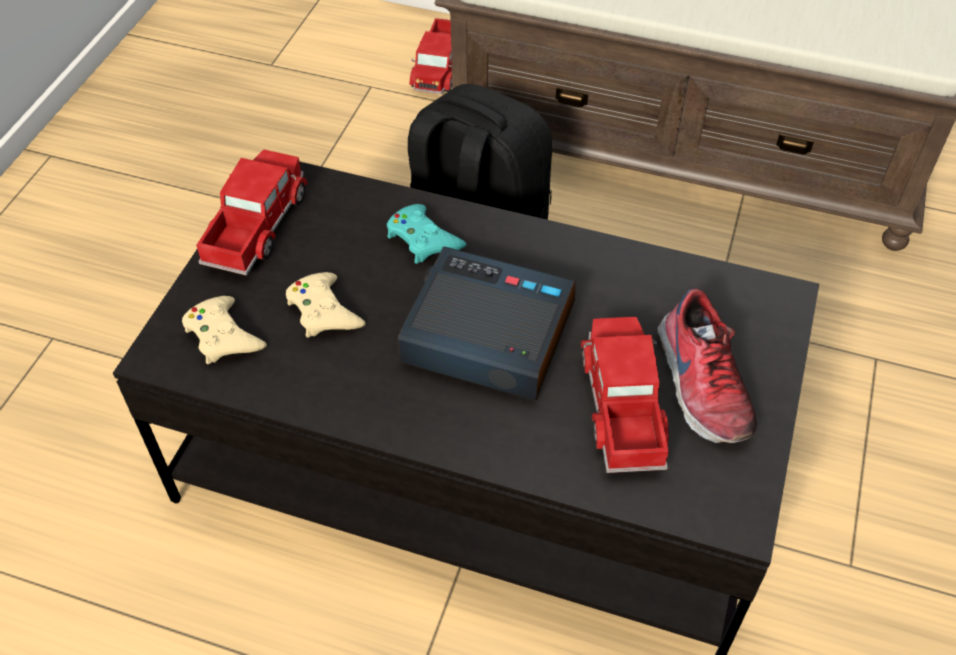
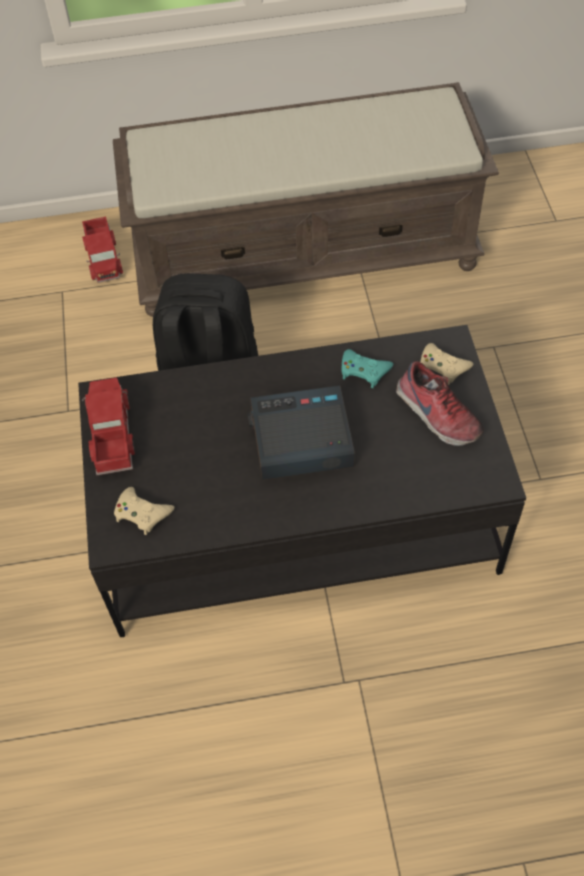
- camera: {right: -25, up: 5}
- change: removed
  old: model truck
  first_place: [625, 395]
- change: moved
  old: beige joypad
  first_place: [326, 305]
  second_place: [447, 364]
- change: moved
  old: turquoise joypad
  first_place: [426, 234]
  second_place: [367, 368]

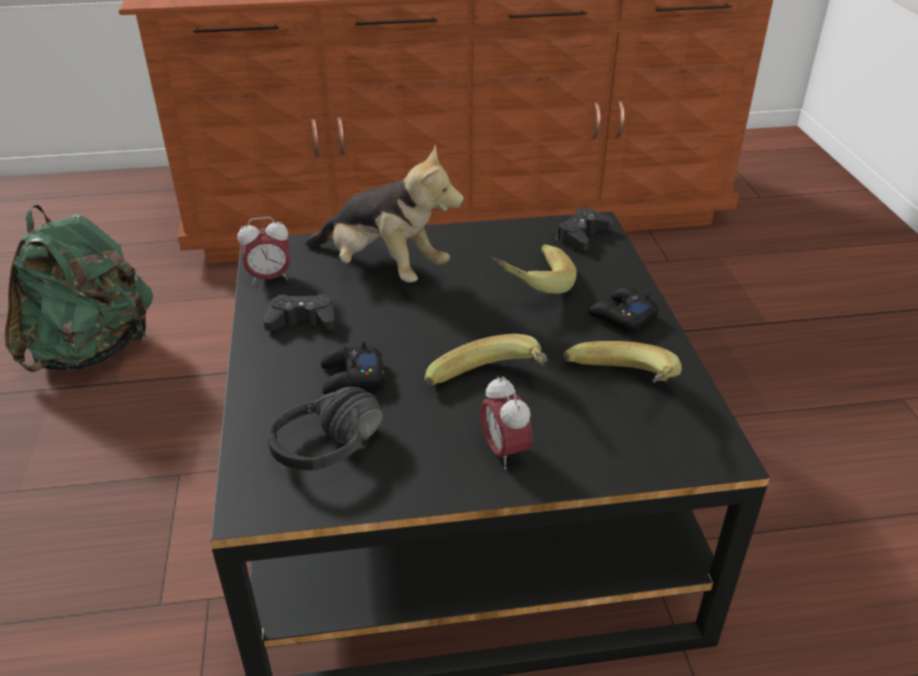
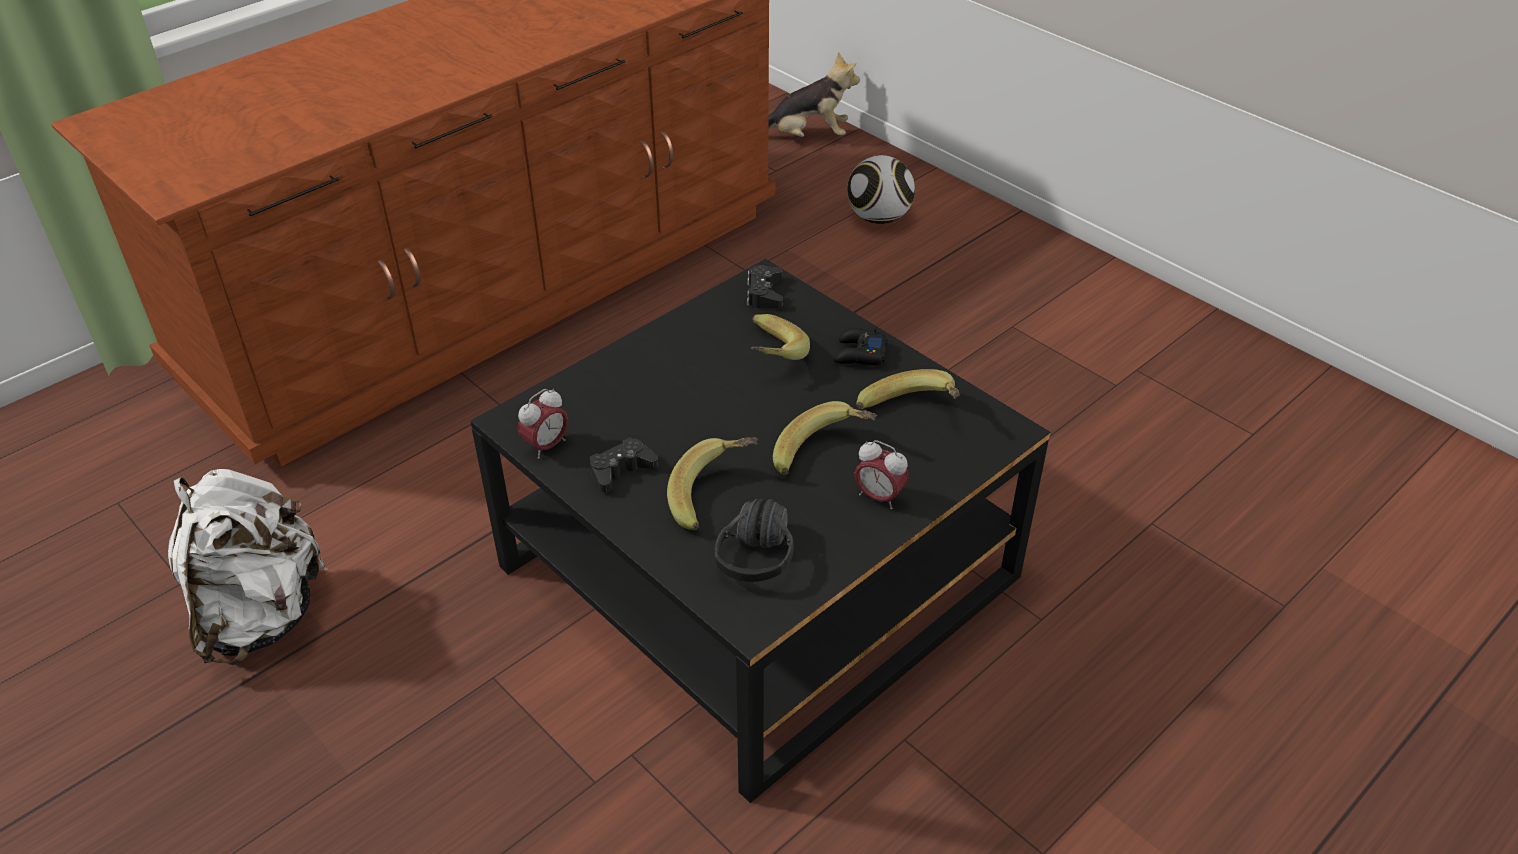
- camera: {right: -35, up: 5}
- change: added
  new: football
  second_place: [881, 189]
- change: moved
  old: soft toy
  first_place: [384, 213]
  second_place: [814, 94]
- change: replaced
  old: black joypad
  new: whole banana
  first_place: [353, 368]
  second_place: [712, 483]
- change: recoloured
  old: green-coloured knapsack
  new: white-coloured knapsack
  first_place: [79, 288]
  second_place: [248, 567]

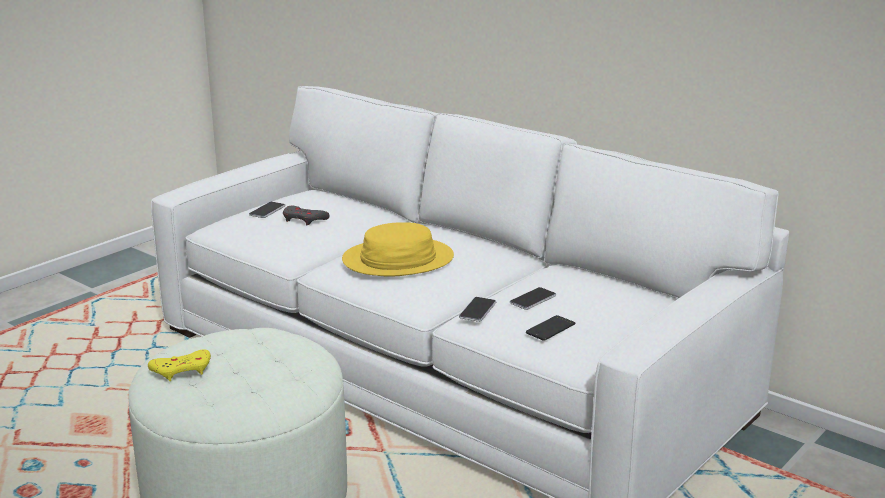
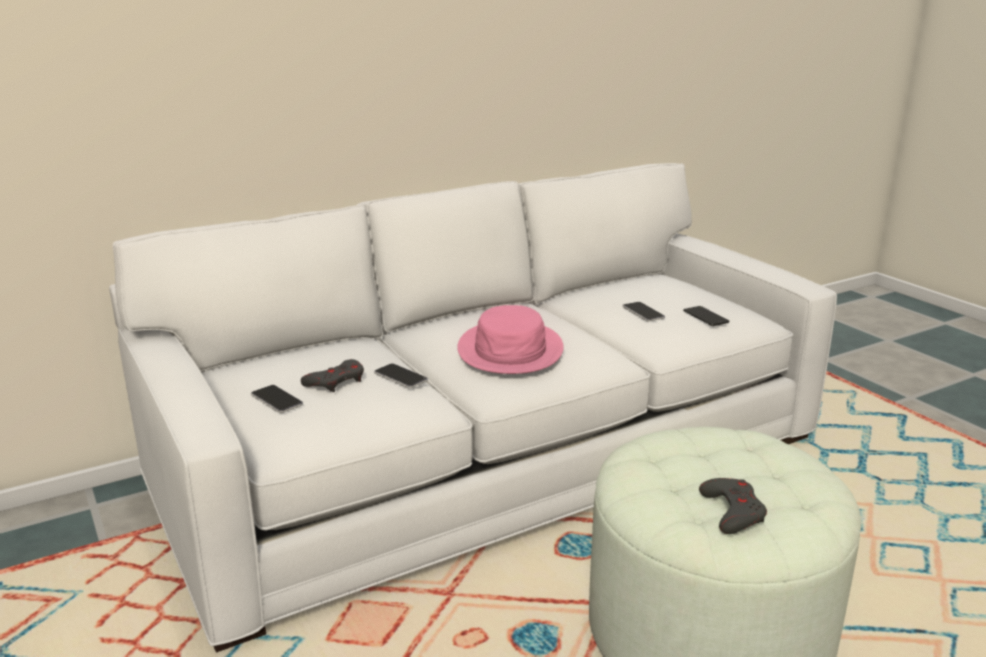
- camera: {right: -70, up: 0}
- change: moved
  old: telephone
  first_place: [477, 309]
  second_place: [401, 375]
- change: recoloured
  old: yellow-coloured joypad
  new: gray joypad
  first_place: [179, 365]
  second_place: [733, 506]
- change: recoloured
  old: yellow-coloured clothing hat
  new: pinkish clothing hat
  first_place: [398, 249]
  second_place: [510, 339]

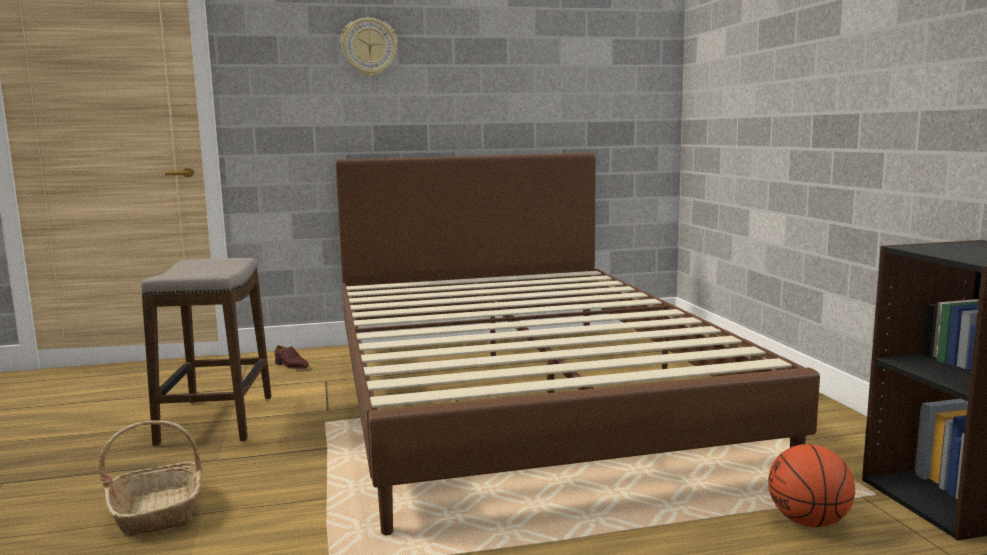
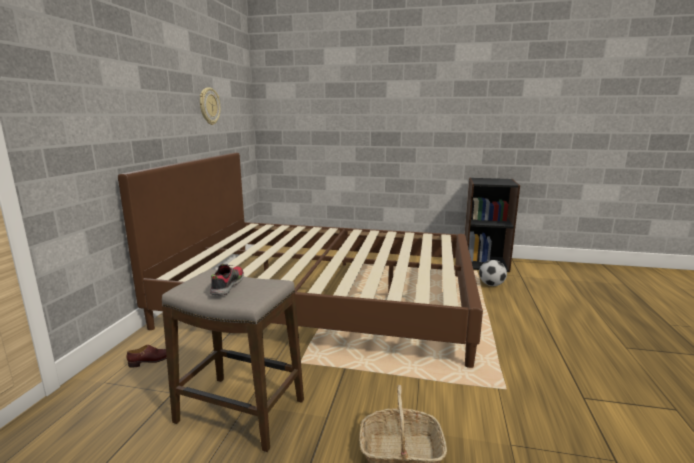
- camera: {right: -65, up: 5}
- change: added
  new: shoe
  second_place: [227, 279]
- change: moved
  old: wall clock
  first_place: [369, 47]
  second_place: [210, 106]
- change: replaced
  old: basketball
  new: football
  first_place: [811, 485]
  second_place: [493, 273]

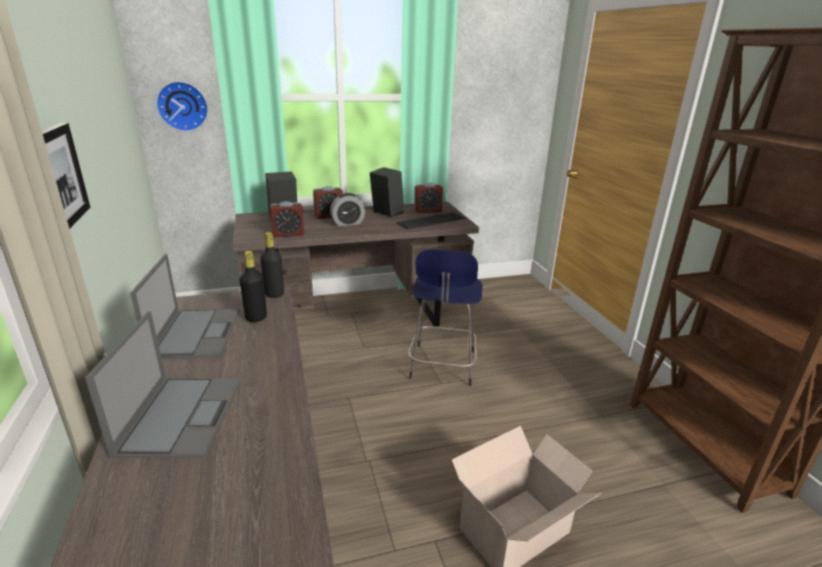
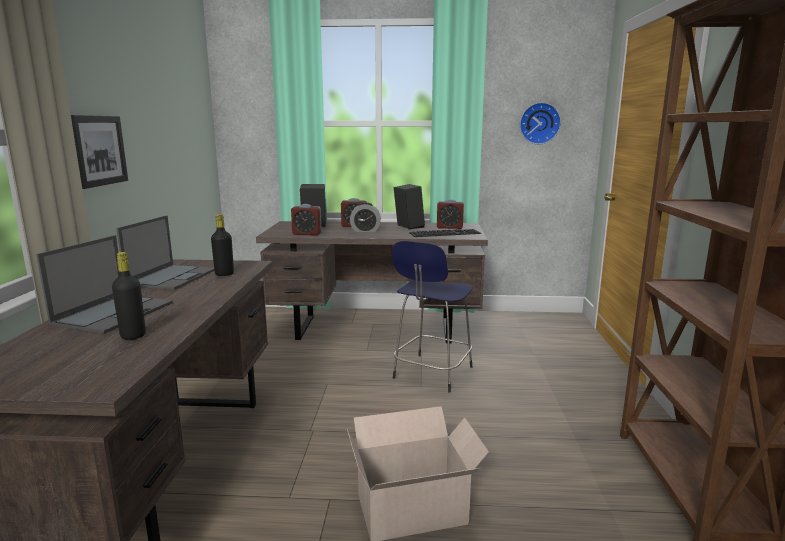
- camera: {right: 20, up: -10}
- change: moved
  old: wall clock
  first_place: [182, 106]
  second_place: [540, 123]
- change: moved
  old: black bottle
  first_place: [272, 265]
  second_place: [129, 296]

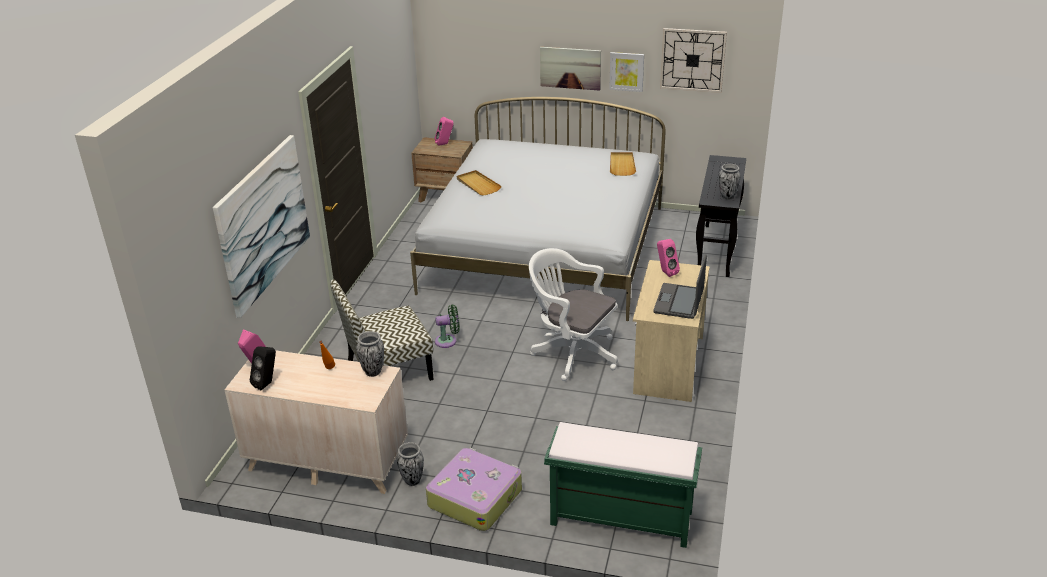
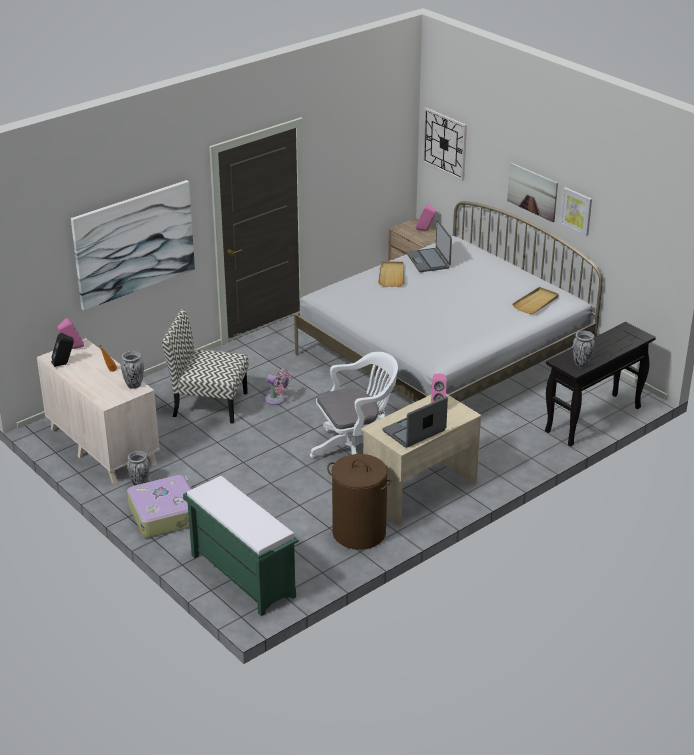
- camera: {right: 35, up: 0}
- change: added
  new: brownish washing basket
  second_place: [359, 502]
- change: added
  new: laptop
  second_place: [429, 246]
- change: moved
  old: wall clock
  first_place: [693, 60]
  second_place: [444, 144]
- change: recoloured
  old: green-coloured fan
  new: pinkish fan
  first_place: [447, 326]
  second_place: [278, 387]
- change: turned
  old: white-coloured computer chair
  first_place: [573, 314]
  second_place: [354, 405]
  degrees: 90

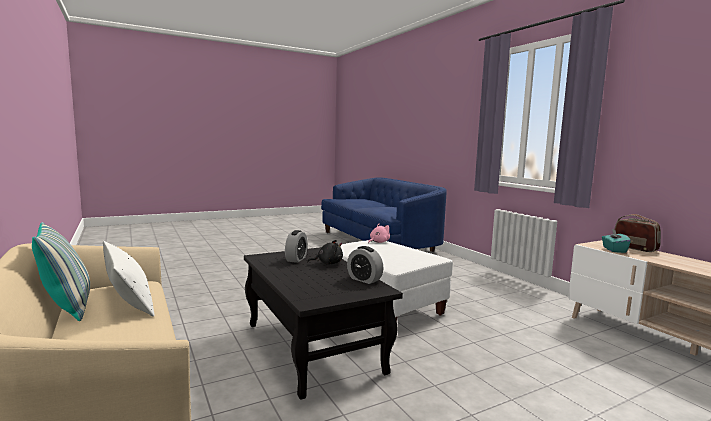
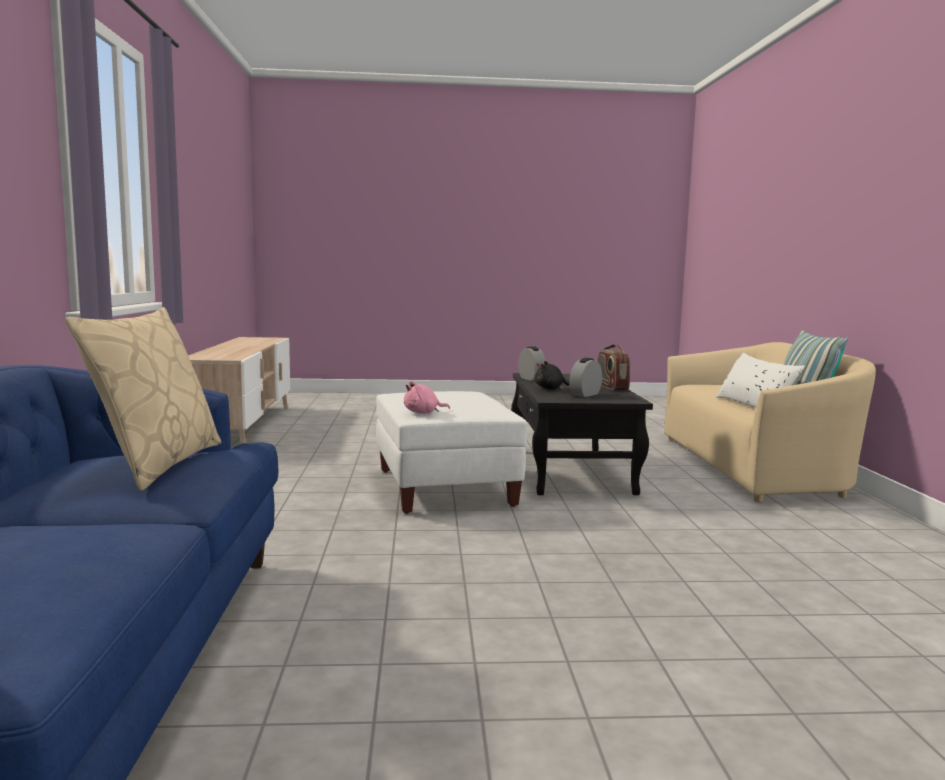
- camera: {right: -155, up: 0}
- change: removed
  old: turquoise tissue holder
  first_place: [616, 241]
- change: added
  new: beige cushion
  second_place: [143, 399]
- change: moved
  old: radio
  first_place: [637, 233]
  second_place: [614, 367]

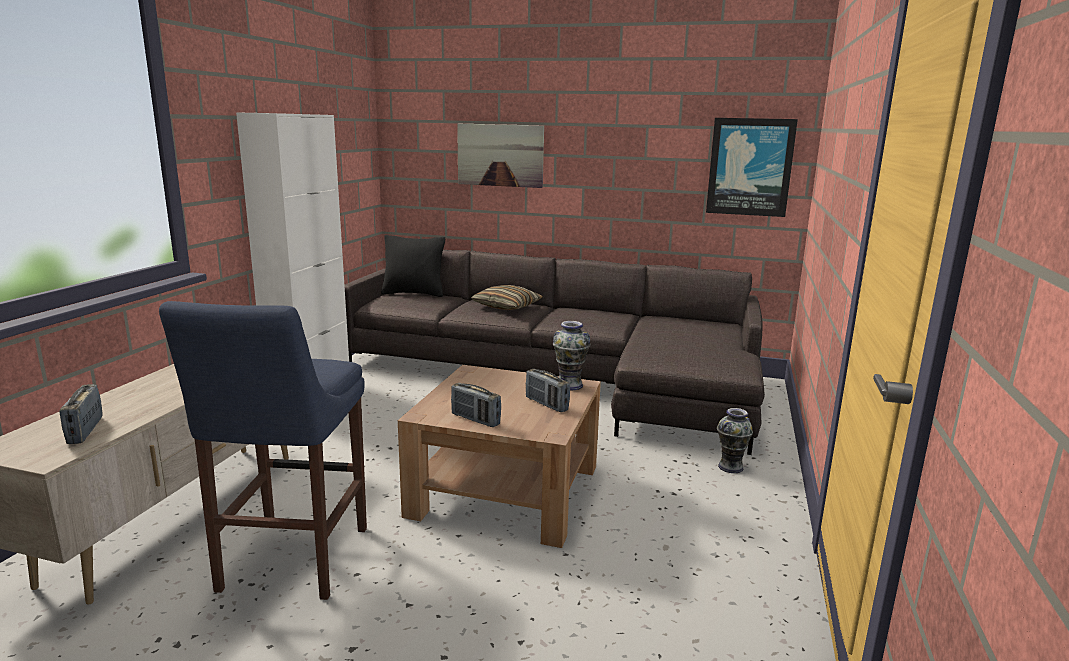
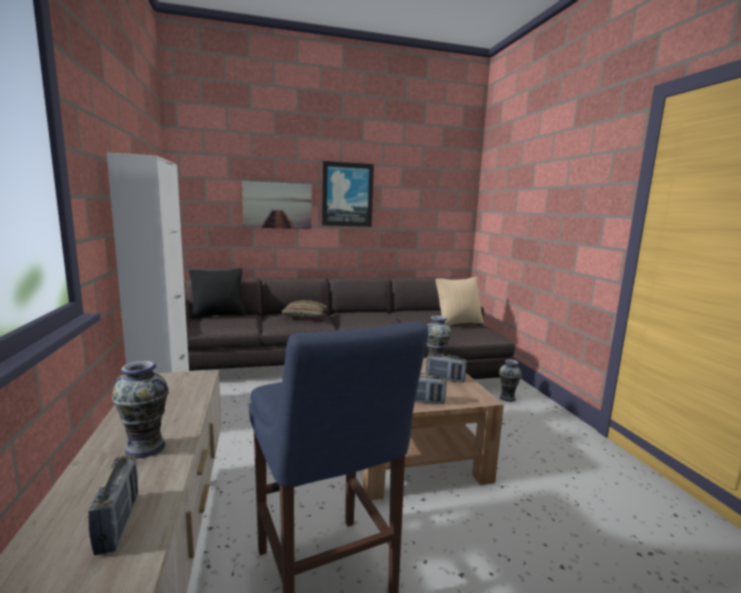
- camera: {right: -30, up: -5}
- change: added
  new: vase
  second_place: [140, 409]
- change: added
  new: beige cushion
  second_place: [460, 301]
- change: moved
  old: wall art
  first_place: [752, 167]
  second_place: [348, 194]
- change: turned
  old: radio
  first_place: [81, 414]
  second_place: [113, 505]
  degrees: -150

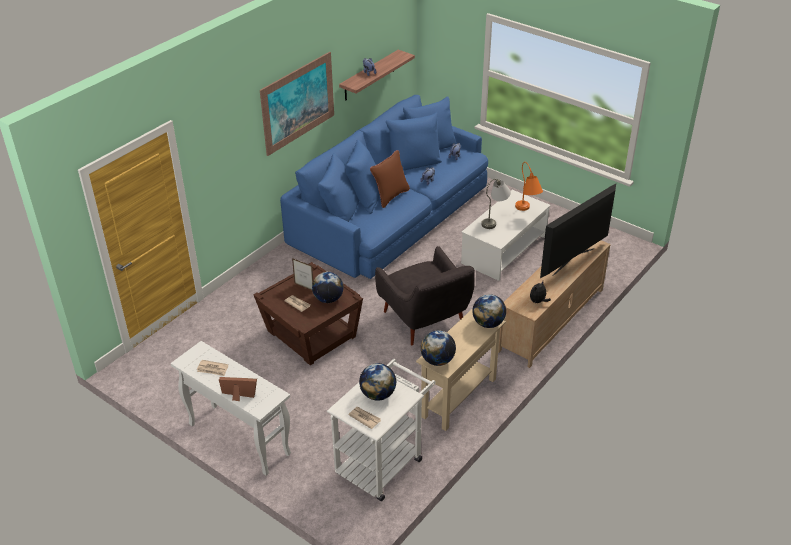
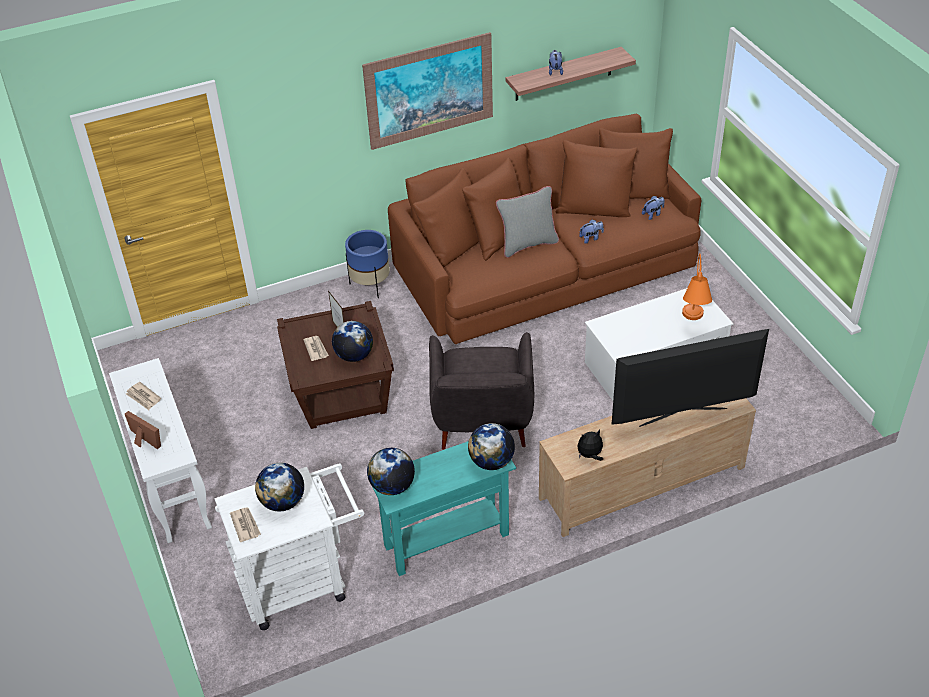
- camera: {right: 30, up: 5}
- change: removed
  old: gray table lamp
  first_place: [496, 204]
- change: added
  new: blue flower pot
  second_place: [367, 264]
- change: recoloured
  old: blue settee
  new: brownish settee
  first_place: [384, 187]
  second_place: [544, 229]
- change: recoloured
  old: brownish cushion
  new: gray cushion
  first_place: [390, 179]
  second_place: [527, 222]
- change: recoloured
  old: beige hall table
  new: turquoise hall table
  first_place: [461, 369]
  second_place: [444, 508]

